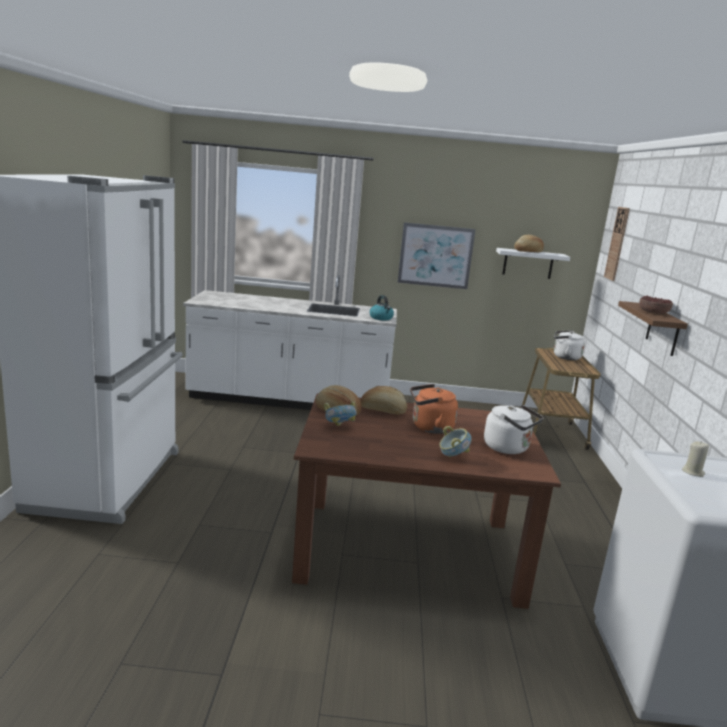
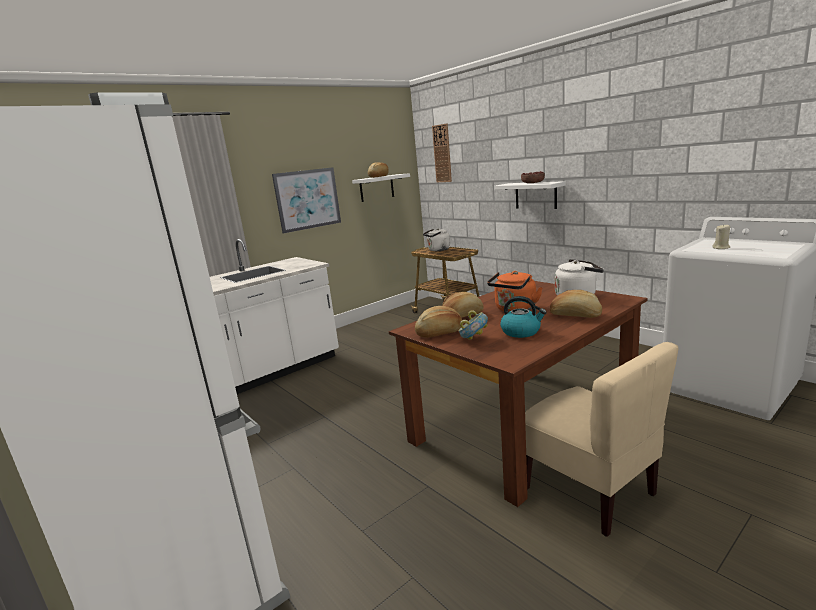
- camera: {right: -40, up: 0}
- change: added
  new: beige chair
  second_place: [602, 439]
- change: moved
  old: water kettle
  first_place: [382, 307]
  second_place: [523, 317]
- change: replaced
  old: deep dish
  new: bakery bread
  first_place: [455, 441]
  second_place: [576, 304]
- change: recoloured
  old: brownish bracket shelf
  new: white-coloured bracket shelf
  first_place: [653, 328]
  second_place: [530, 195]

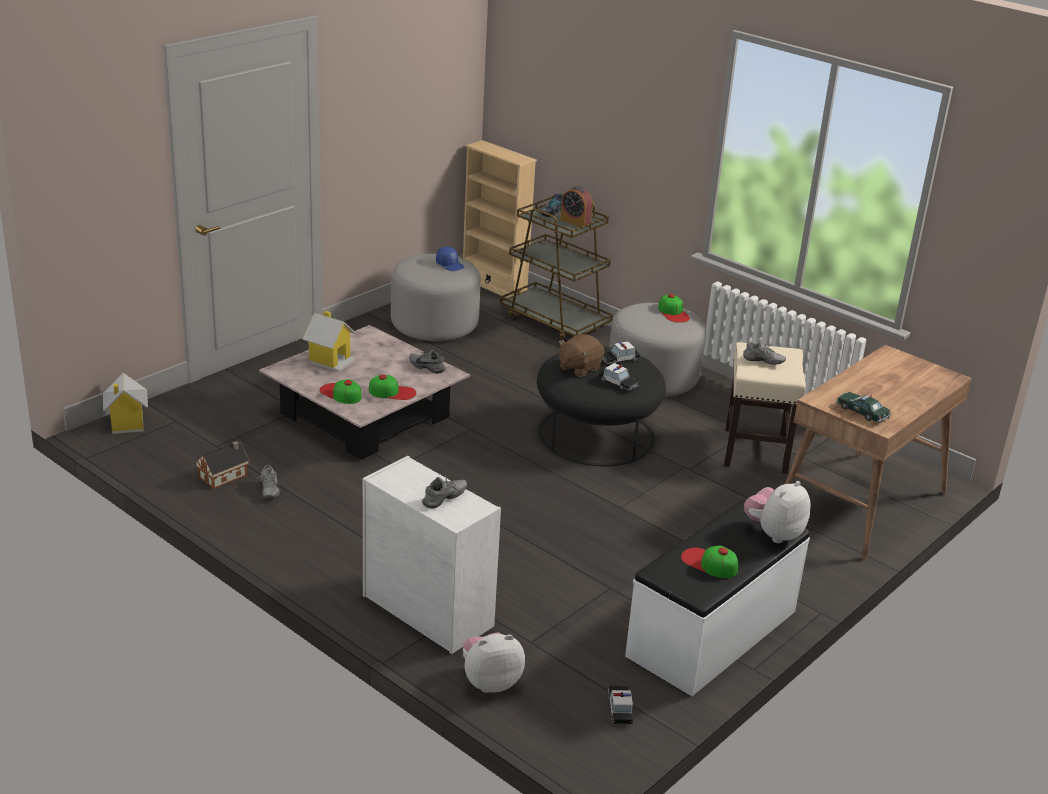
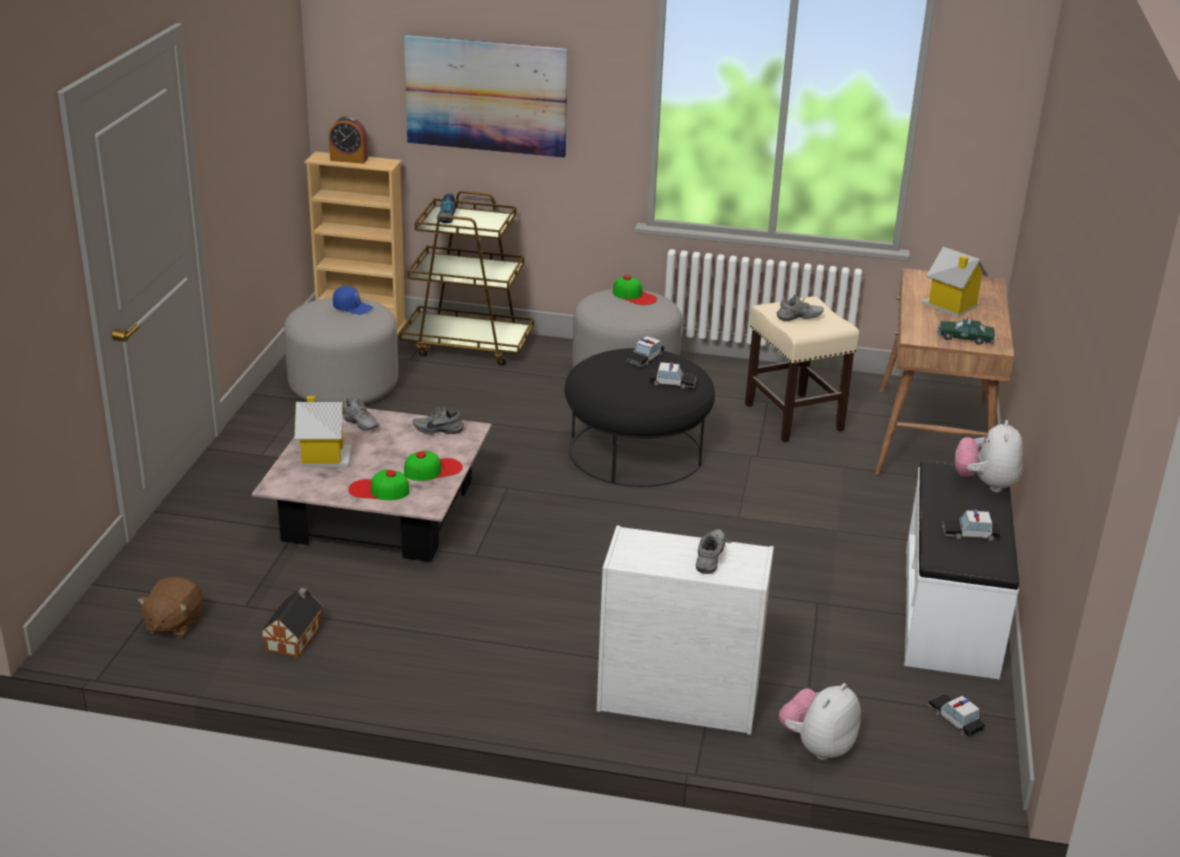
- camera: {right: -30, up: 0}
- change: added
  new: wall art
  second_place: [486, 96]
- change: moved
  old: toy house
  first_place: [125, 403]
  second_place: [955, 282]
- change: moved
  old: gray shoe
  first_place: [268, 481]
  second_place: [360, 414]
- change: moved
  old: brownish soft toy
  first_place: [581, 355]
  second_place: [169, 607]
- change: moved
  old: table clock
  first_place: [576, 207]
  second_place: [348, 140]
- change: replaced
  old: peaked cap
  new: model car
  first_place: [709, 562]
  second_place: [971, 525]

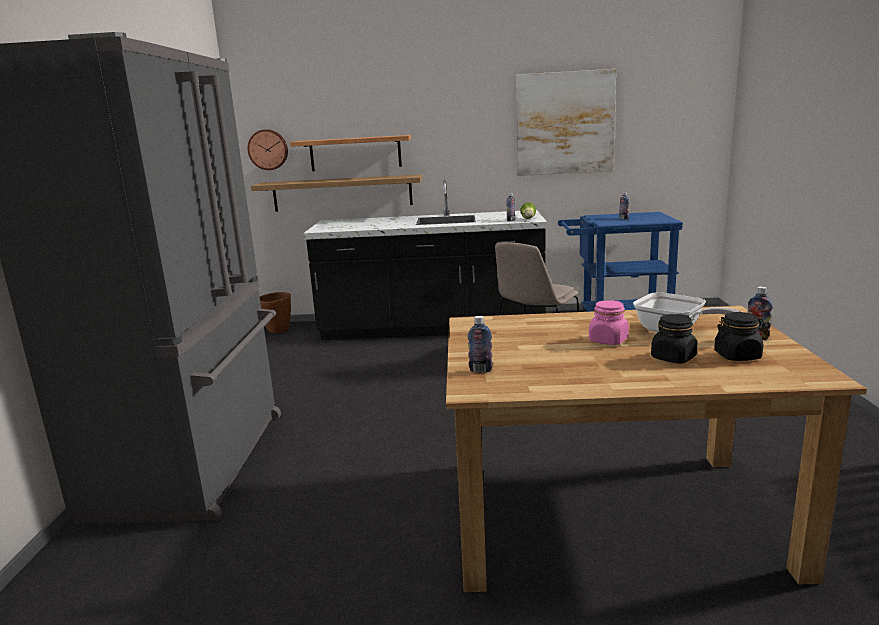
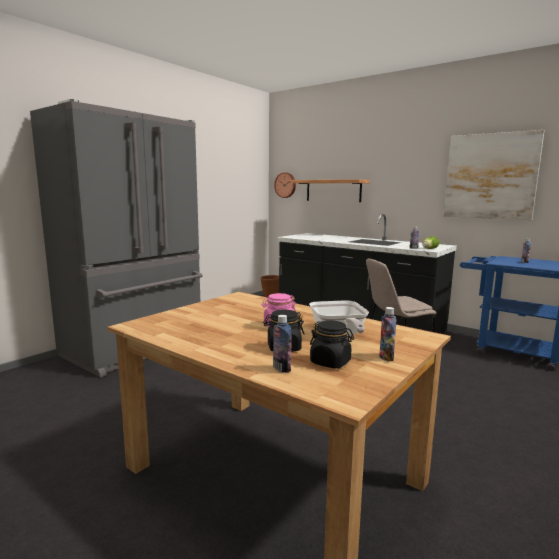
- camera: {right: 35, up: -5}
- change: removed
  old: bracket shelf
  first_place: [336, 193]
- change: moved
  old: bottle
  first_place: [480, 344]
  second_place: [282, 344]

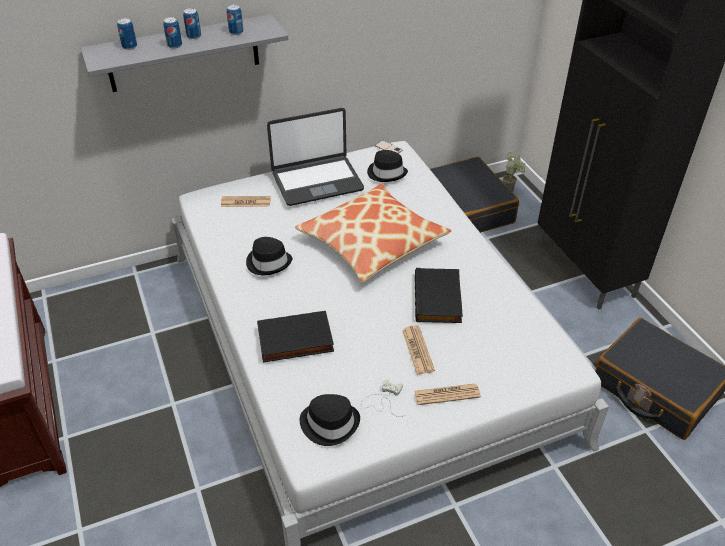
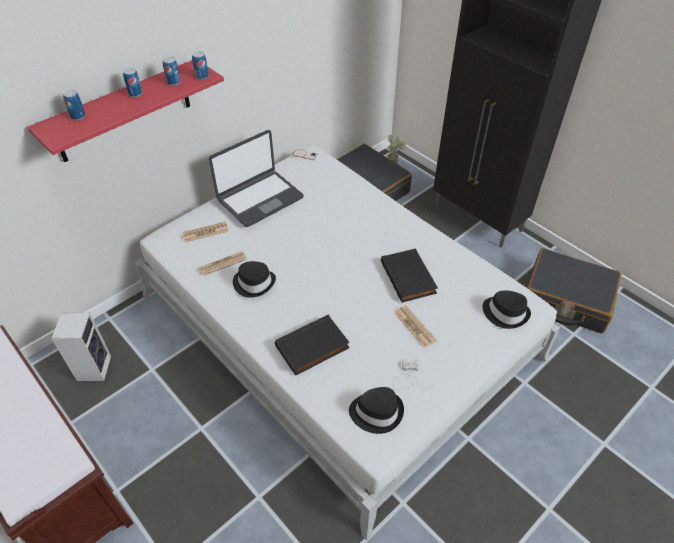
- camera: {right: -20, up: 5}
- change: removed
  old: cushion
  first_place: [373, 232]
- change: added
  new: speaker
  second_place: [81, 347]
- change: moved
  old: can
  first_place: [172, 32]
  second_place: [200, 65]
- change: moved
  old: black clothing hat
  first_place: [387, 166]
  second_place: [507, 309]
- change: moved
  old: daily paper
  first_place: [447, 394]
  second_place: [222, 264]
- change: recoloured
  old: gray bracket shelf
  new: red bracket shelf
  first_place: [184, 53]
  second_place: [125, 111]

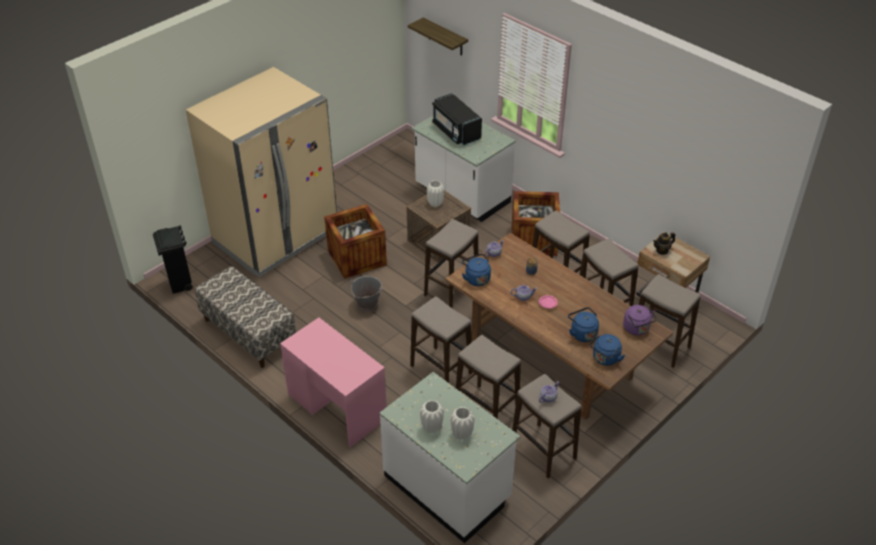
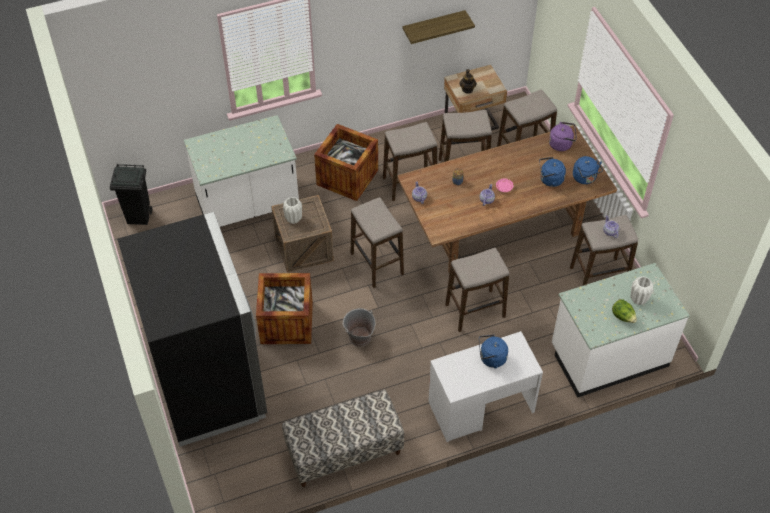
- camera: {right: -65, up: 10}
- change: removed
  old: black kitchen microwave
  first_place: [457, 119]
- change: removed
  old: stool seat
  first_place: [488, 377]
- change: moved
  old: black waste bin
  first_place: [173, 259]
  second_place: [131, 194]
- change: moved
  old: bracket shelf
  first_place: [438, 36]
  second_place: [438, 27]
- change: moved
  old: blue water kettle
  first_place: [476, 270]
  second_place: [493, 352]
- change: replaced
  old: white-coloured vase
  new: lettuce
  first_place: [432, 416]
  second_place: [624, 311]
- change: recoloured
  old: beige fridge
  new: black fridge
  first_place: [261, 172]
  second_place: [192, 329]
- change: recoloured
  old: pinkish desk unit
  new: white-coloured desk unit
  first_place: [333, 382]
  second_place: [485, 386]

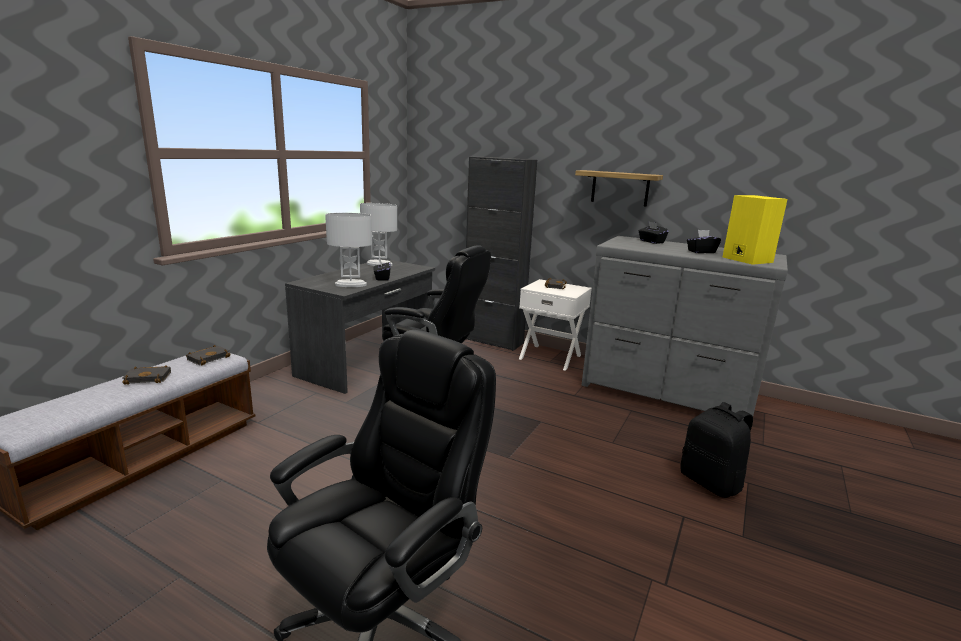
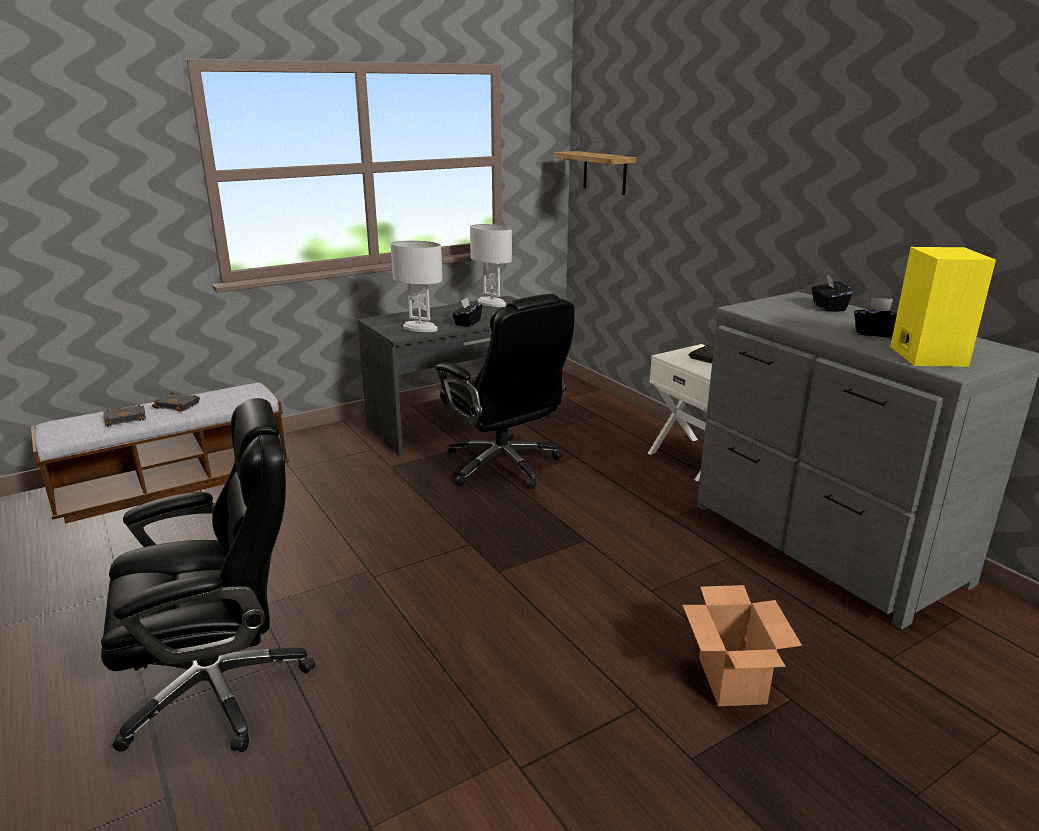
- camera: {right: 30, up: 5}
- change: removed
  old: black cabinet
  first_place: [501, 254]
- change: moved
  old: black volume
  first_place: [208, 355]
  second_place: [124, 415]
- change: moved
  old: bracket shelf
  first_place: [619, 188]
  second_place: [595, 173]
- change: replaced
  old: black knapsack
  new: packing box
  first_place: [717, 450]
  second_place: [742, 645]

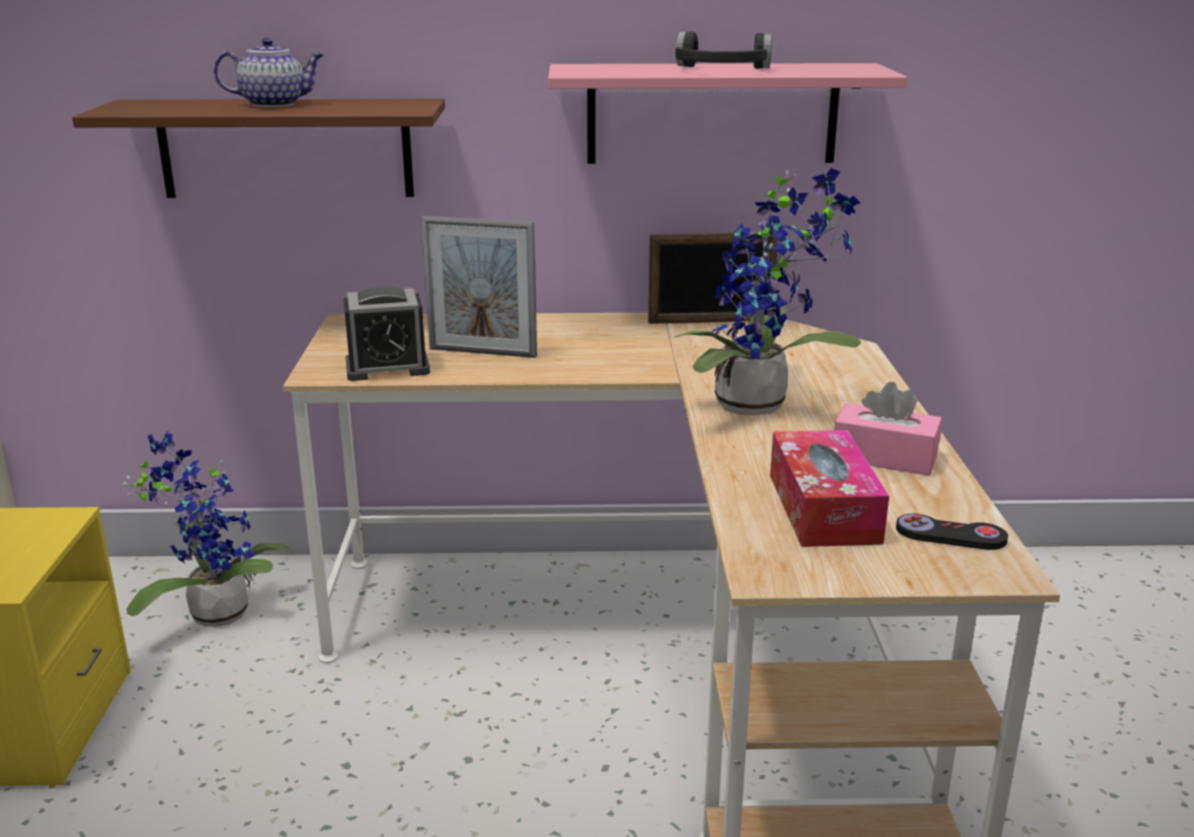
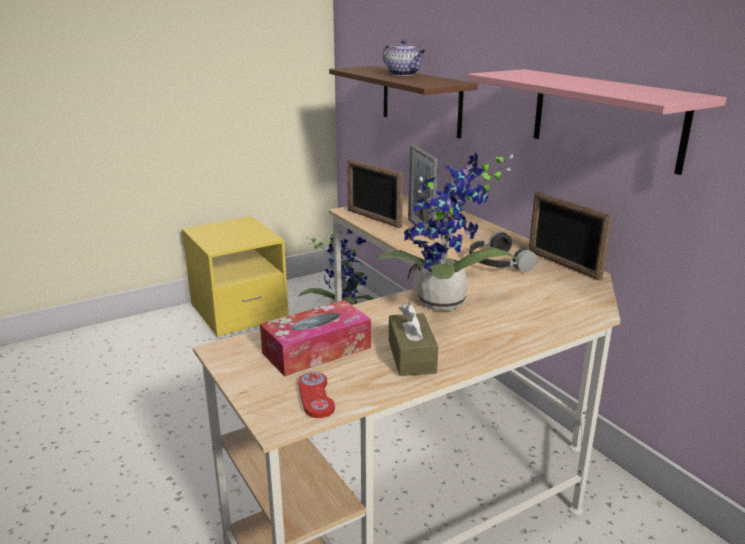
- camera: {right: 60, up: 0}
- change: moved
  old: black headset
  first_place: [723, 50]
  second_place: [503, 251]
- change: replaced
  old: table clock
  new: standing frame
  first_place: [386, 333]
  second_place: [375, 193]
- change: recoloured
  old: pinkish tissue holder
  new: brownish tissue holder
  first_place: [888, 429]
  second_place: [413, 339]
- change: recoloured
  old: black joypad
  new: red joypad
  first_place: [952, 532]
  second_place: [316, 395]

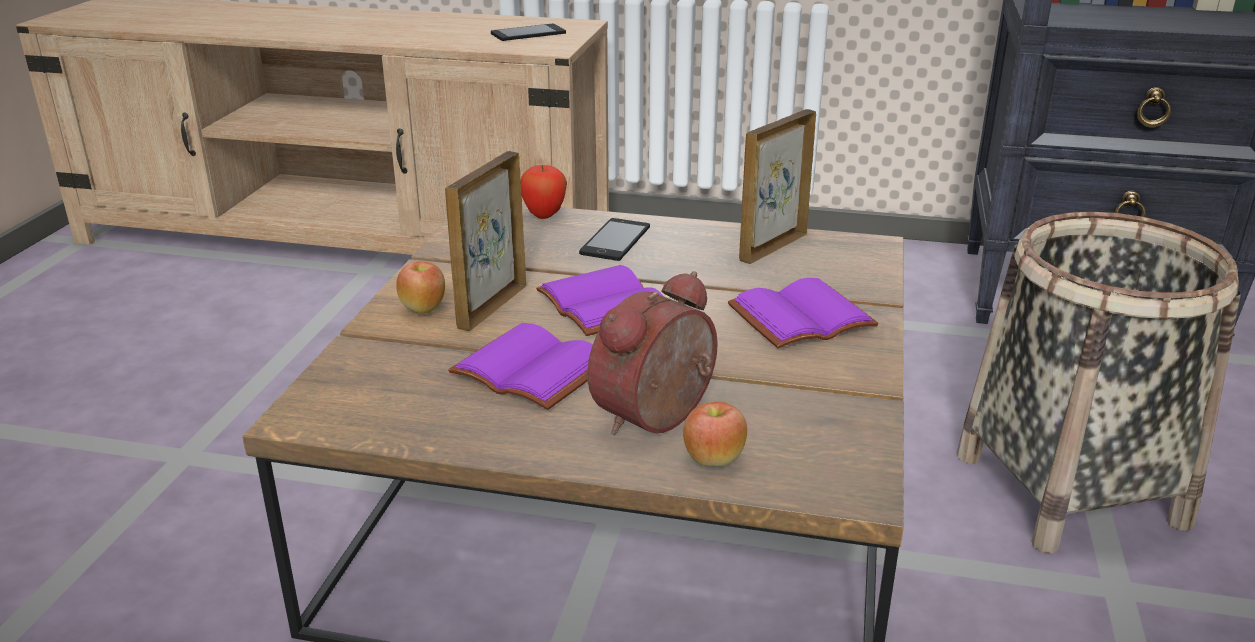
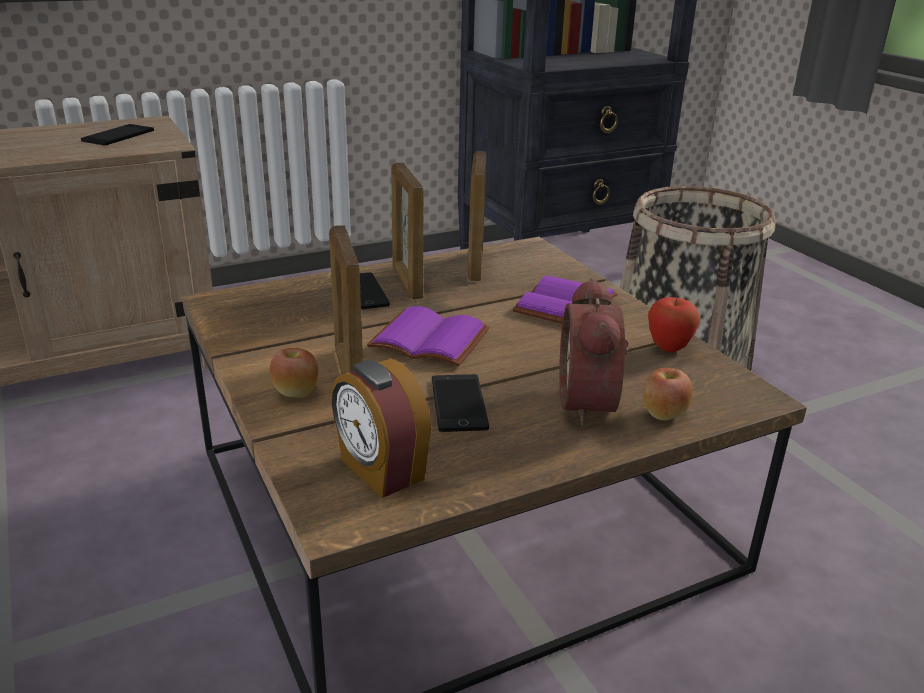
- camera: {right: -40, up: 0}
- change: added
  new: table clock
  second_place: [381, 428]
- change: added
  new: standing frame
  second_place: [407, 231]
- change: moved
  old: whole apple
  first_place: [544, 191]
  second_place: [674, 325]
- change: replaced
  old: purple-coloured volume
  new: telephone
  first_place: [520, 366]
  second_place: [460, 403]

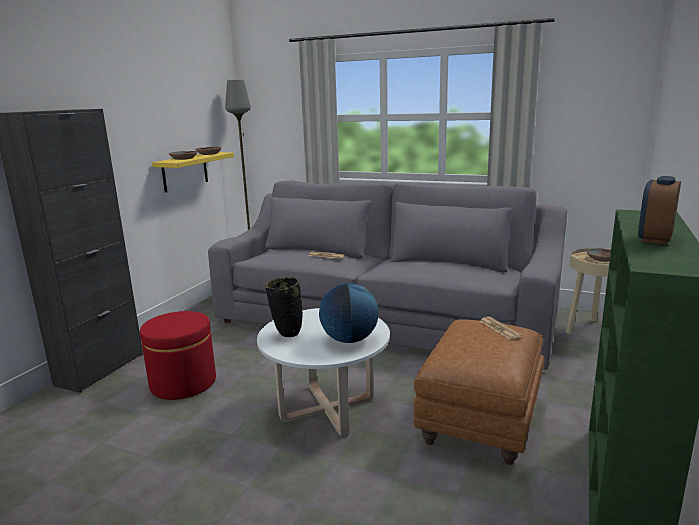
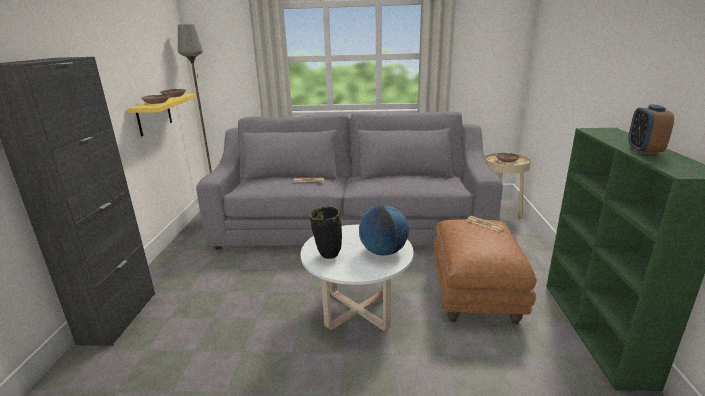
- camera: {right: -20, up: 5}
- change: removed
  old: red pouffe
  first_place: [178, 355]

